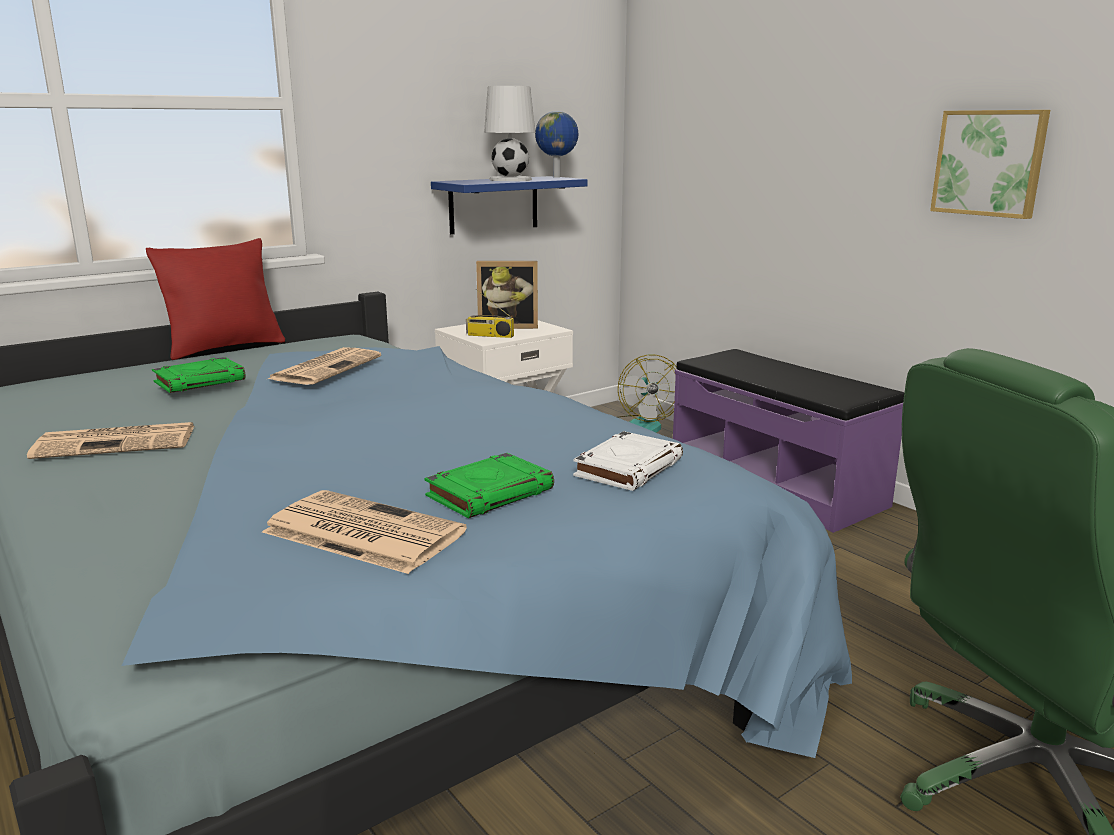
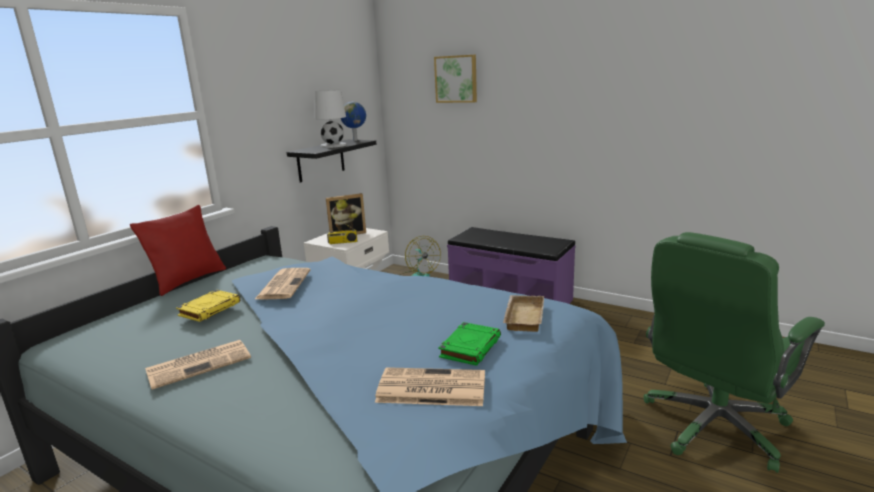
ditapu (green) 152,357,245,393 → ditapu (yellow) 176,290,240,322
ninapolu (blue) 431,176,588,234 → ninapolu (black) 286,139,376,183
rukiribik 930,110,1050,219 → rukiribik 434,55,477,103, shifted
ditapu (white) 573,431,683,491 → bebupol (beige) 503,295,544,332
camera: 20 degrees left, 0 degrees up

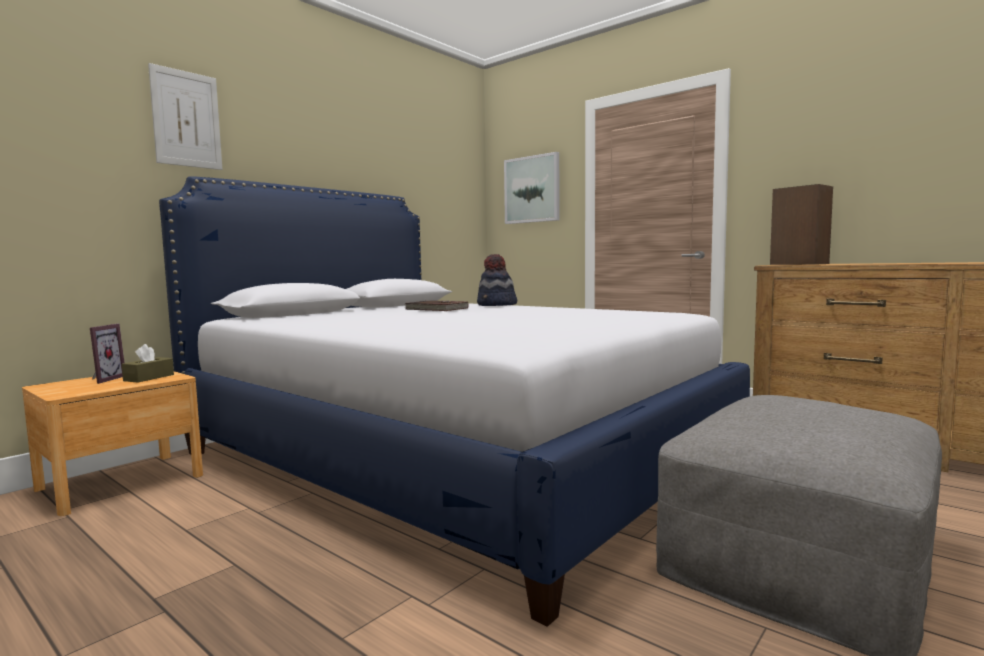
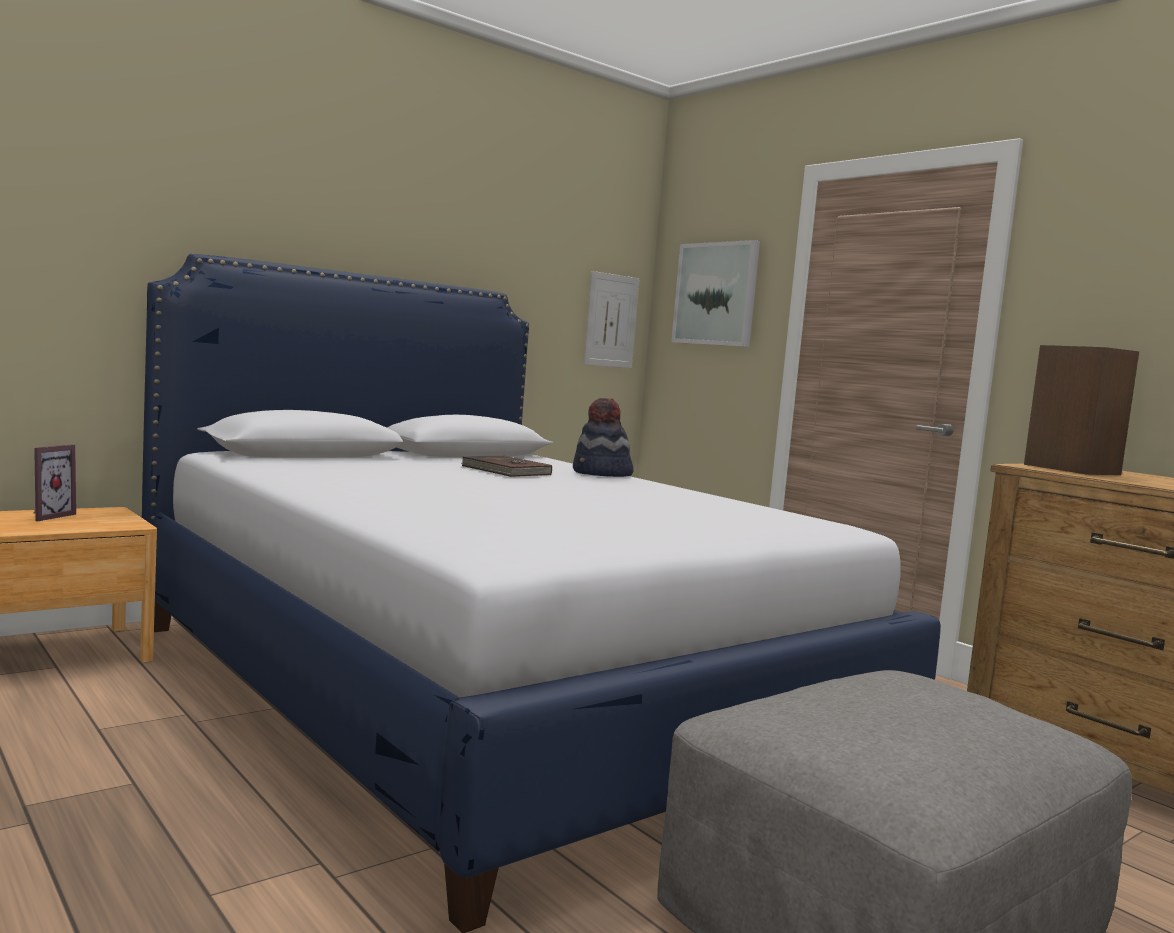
rukiribik 148,63,222,170 → rukiribik 584,271,639,368, shifted
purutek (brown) 122,344,174,382 → -
camera: 10 degrees right, 0 degrees up

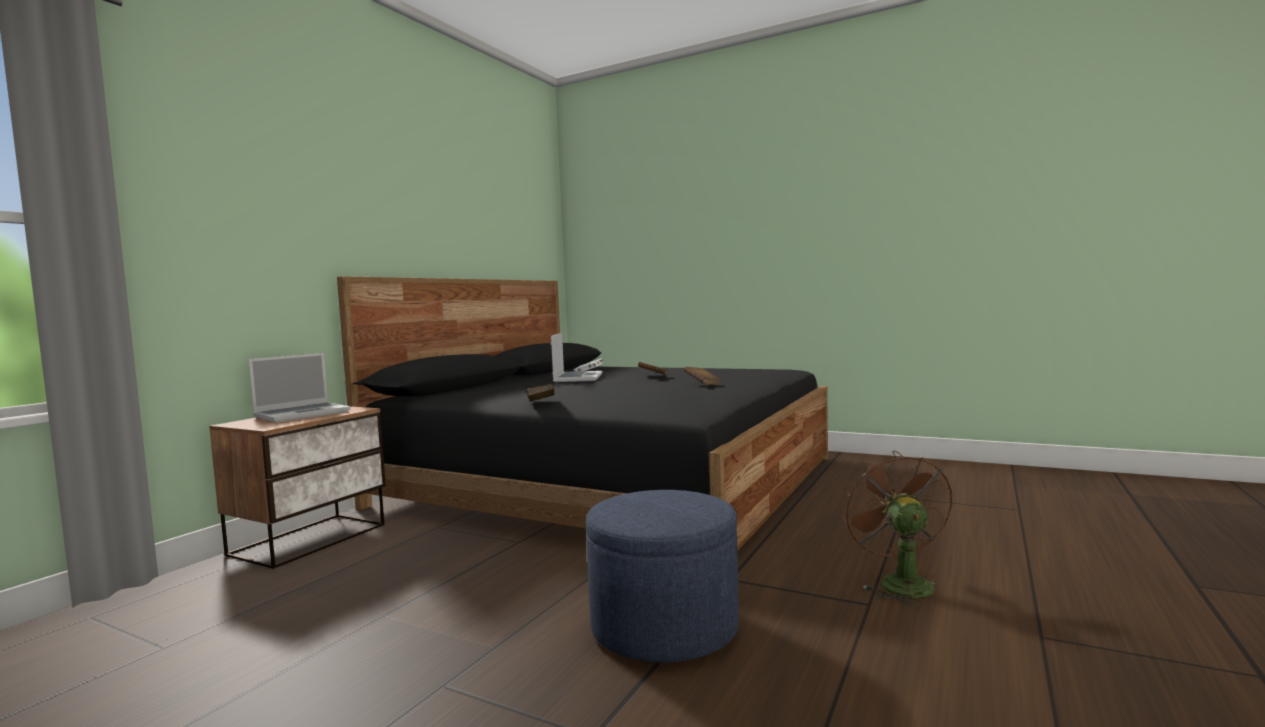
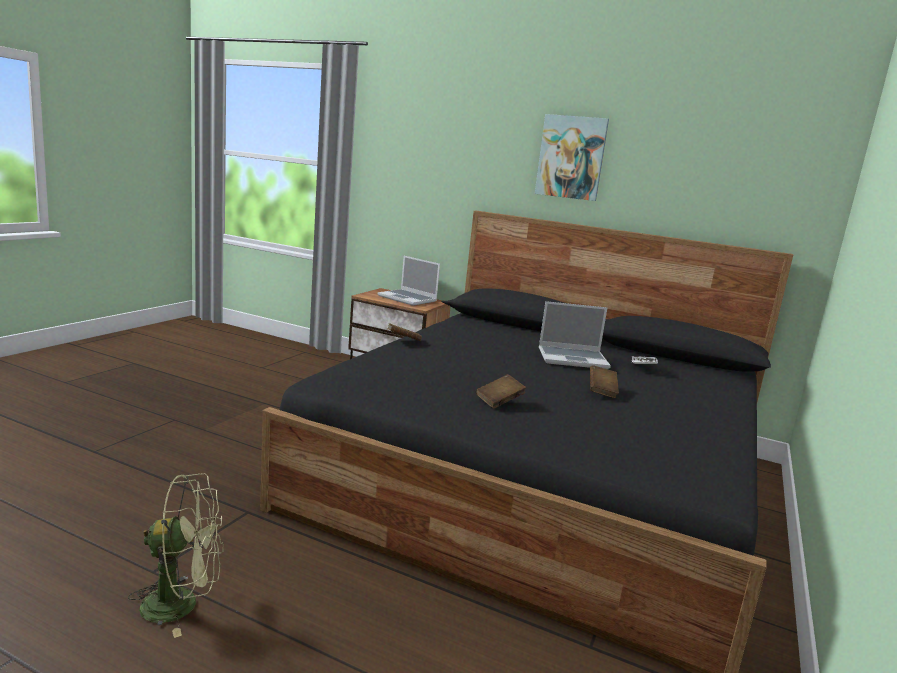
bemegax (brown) 841,450,952,606 → bemegax (green) 128,473,224,638
- → rukiribik 535,114,609,201
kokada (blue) 586,490,739,663 → -
camera: 85 degrees right, 10 degrees up

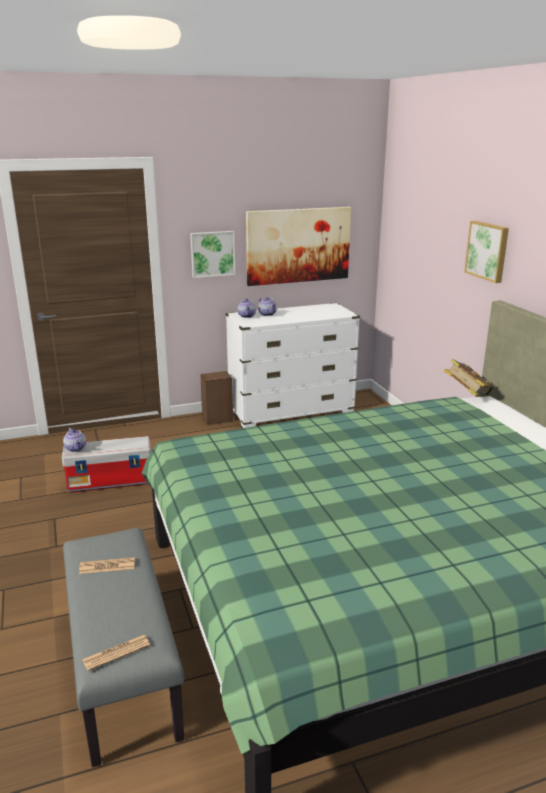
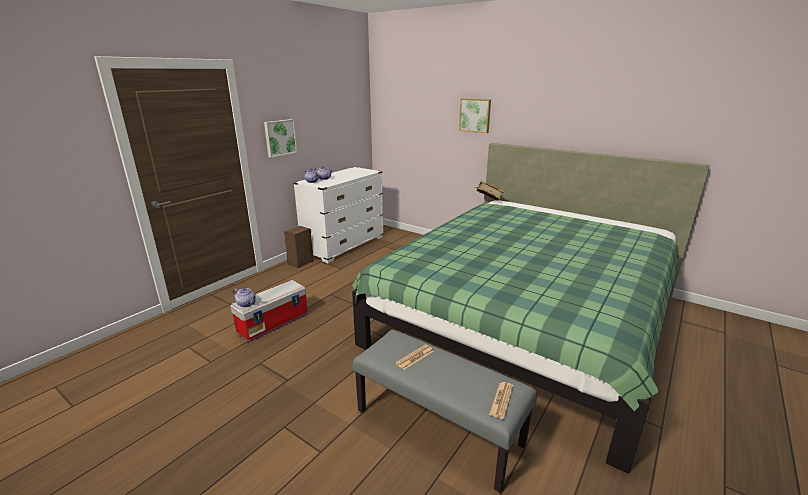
rukiribik 246,207,351,286 → -
camera: 35 degrees left, 0 degrees up

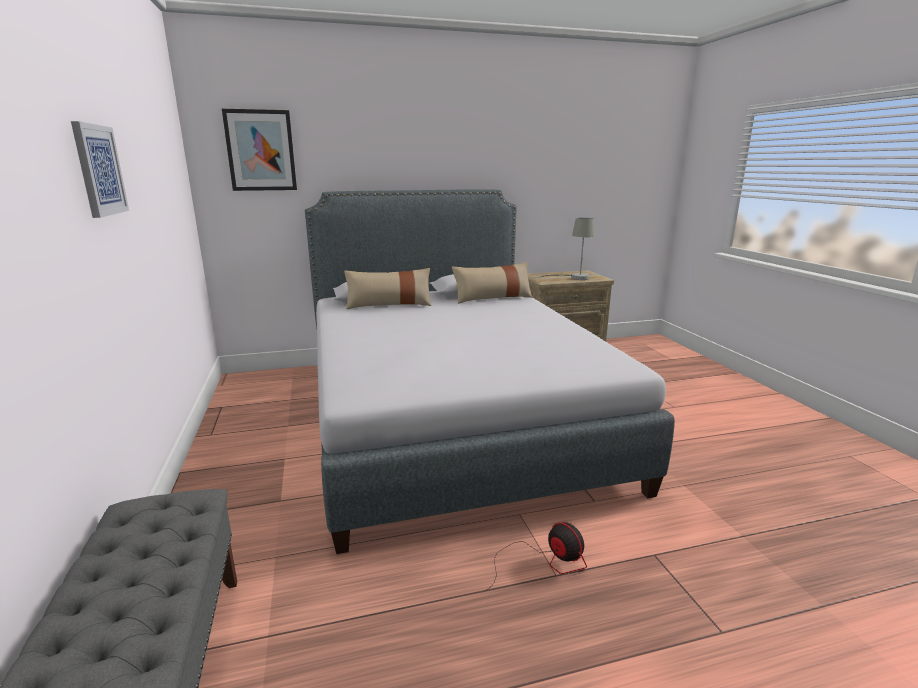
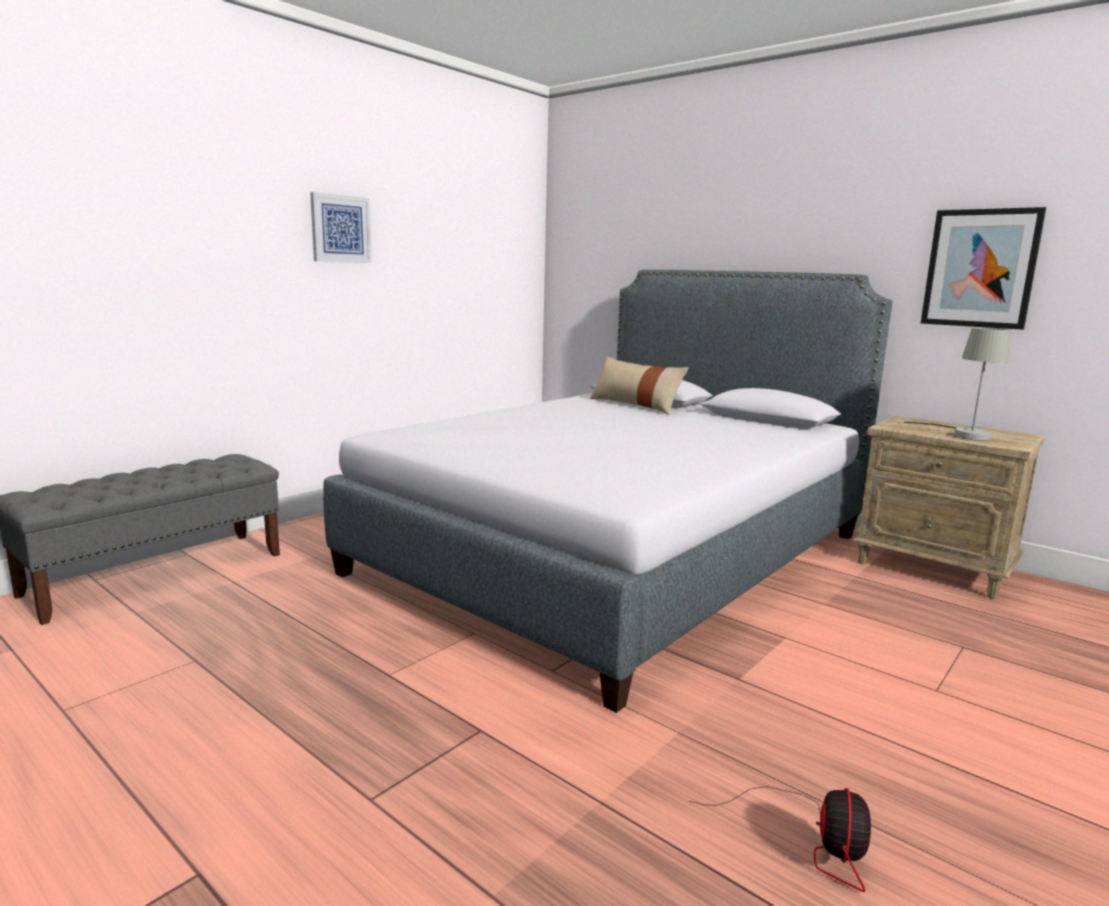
bemegax 482,522,587,593 → bemegax 689,786,871,892, shifted
rukiribik 222,109,297,191 → rukiribik 921,207,1046,330, shifted
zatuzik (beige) 452,262,533,304 → -
camera: 55 degrees right, 5 degrees down

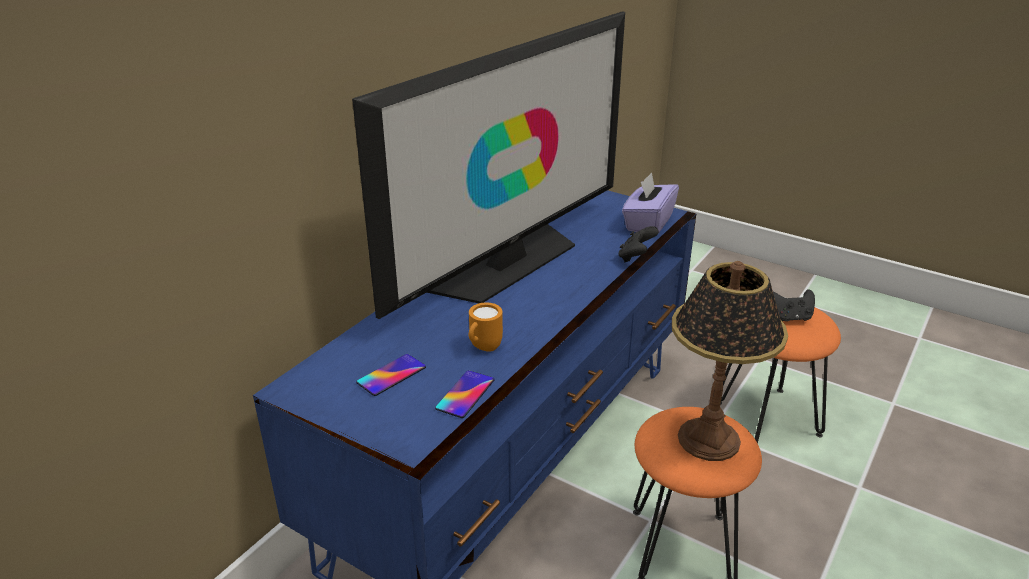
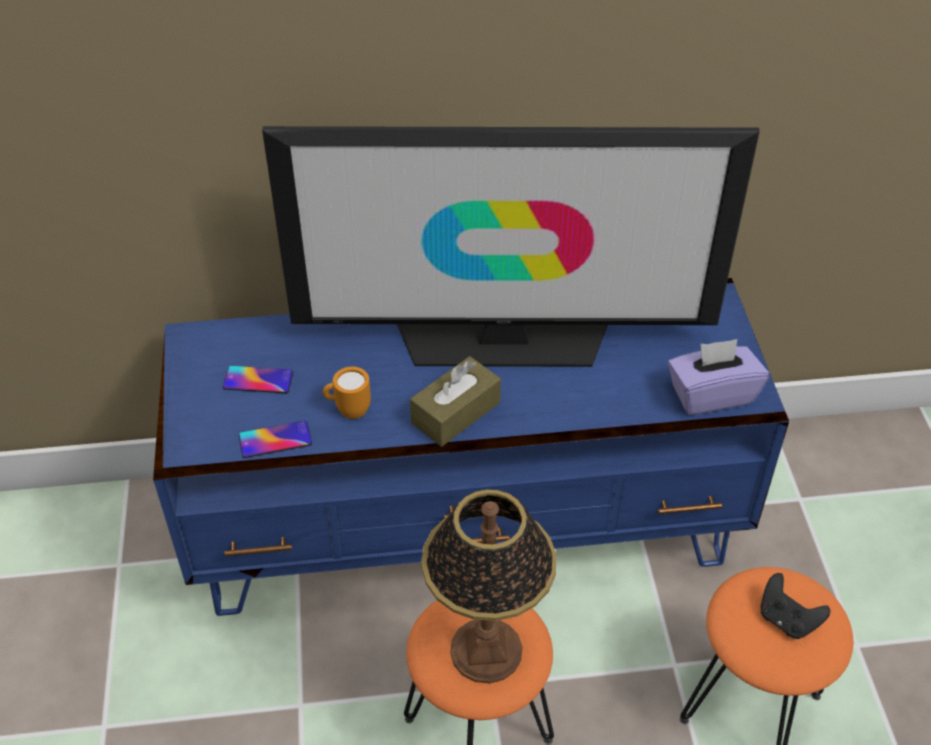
- → purutek (brown) 410,356,501,447
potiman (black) 618,226,658,262 → -
camera: 50 degrees right, 15 degrees up

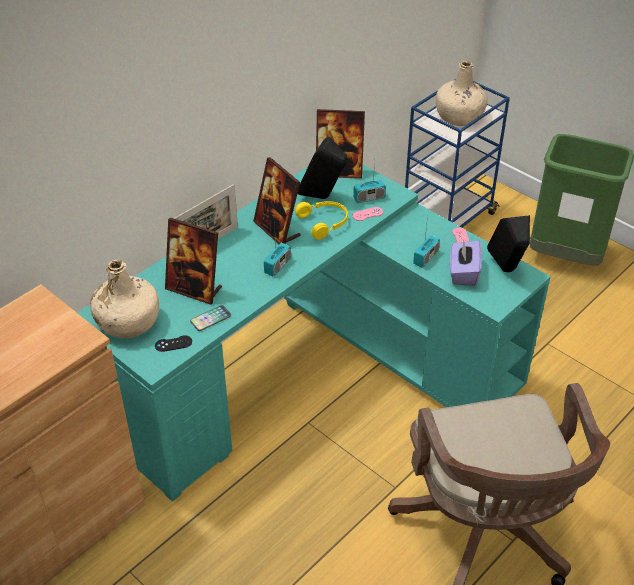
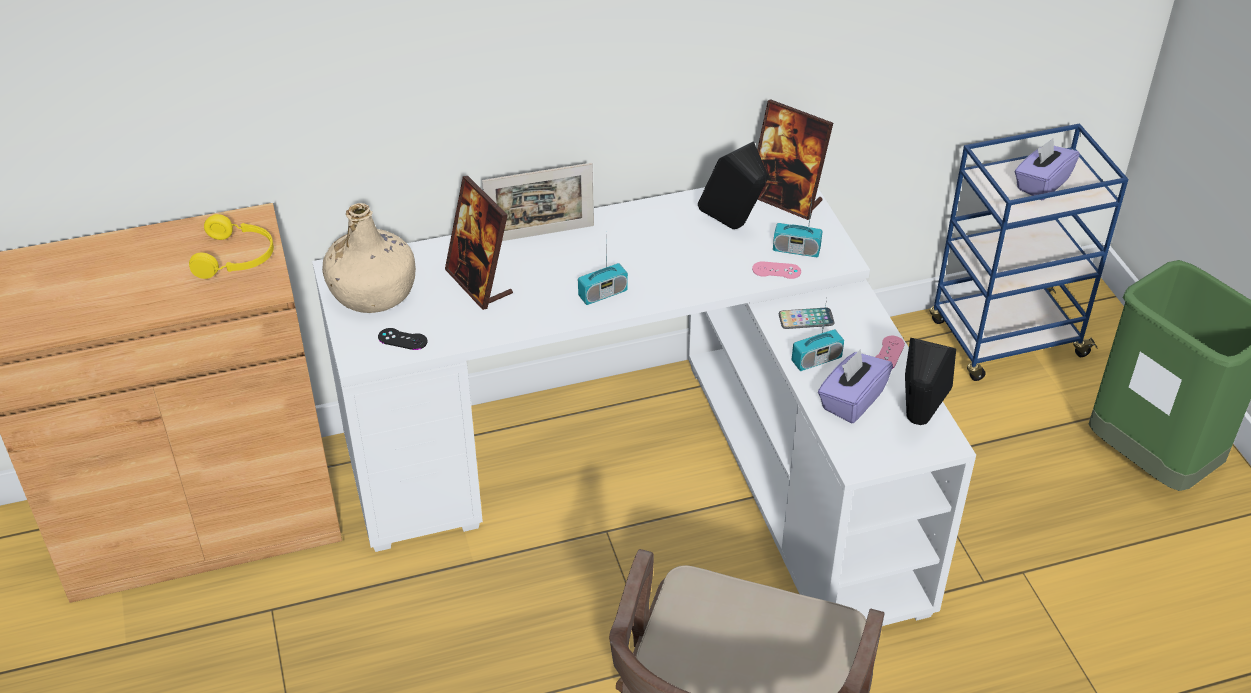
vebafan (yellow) 295,201,348,240 → vebafan (yellow) 189,214,274,279, shifted
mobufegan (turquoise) 77,165,551,502 → mobufegan (white) 312,187,976,626
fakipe 190,305,231,331 → fakipe 779,307,834,329, shifted
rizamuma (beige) 436,61,488,126 → purutek (purple) 1015,138,1080,200
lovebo 253,157,301,244 → -
camera: 30 degrees right, 0 degrees up

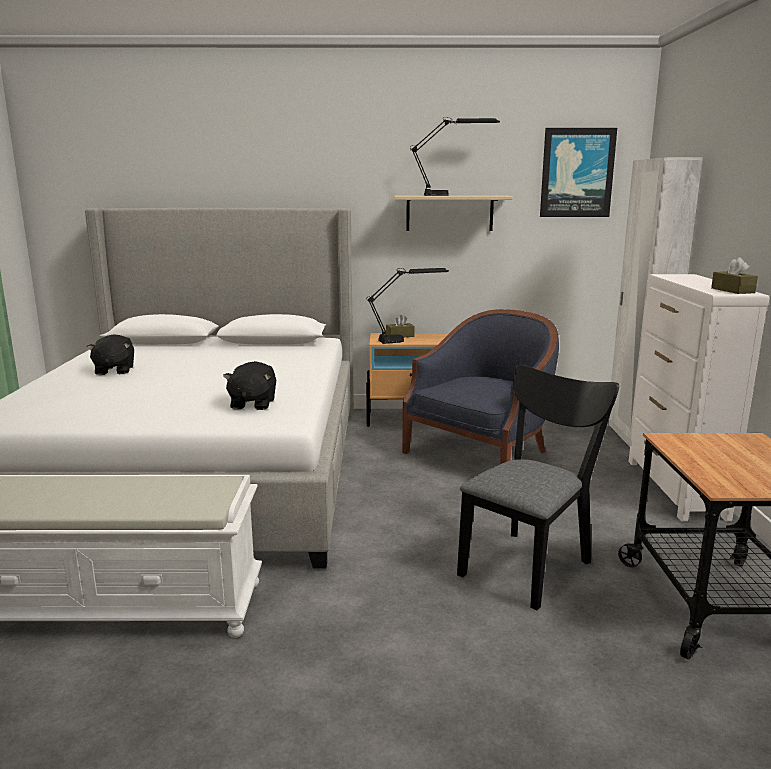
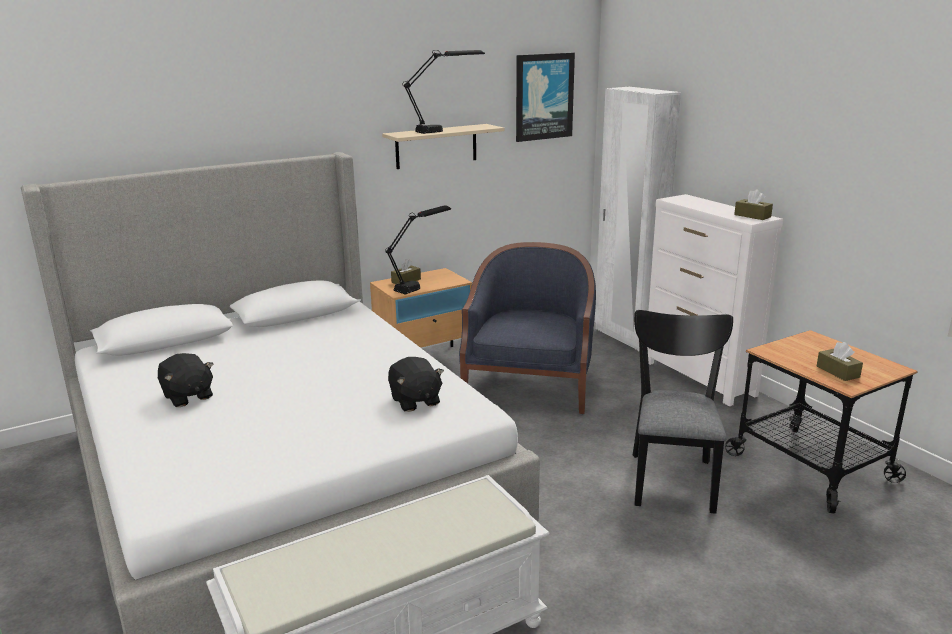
- → purutek (brown) 817,342,863,381
camera: 30 degrees left, 5 degrees up

